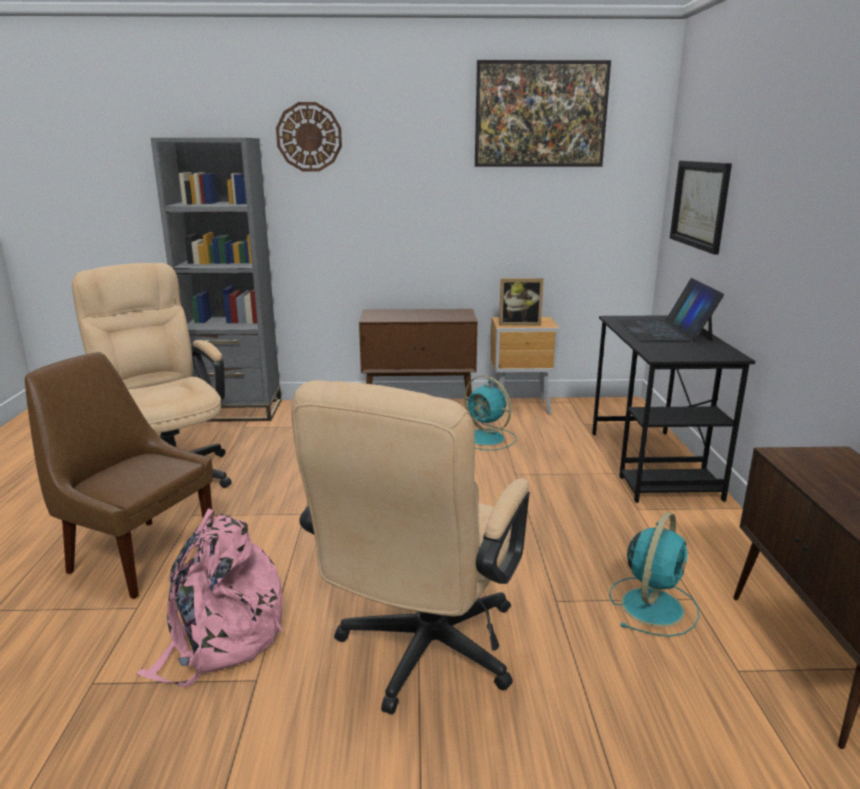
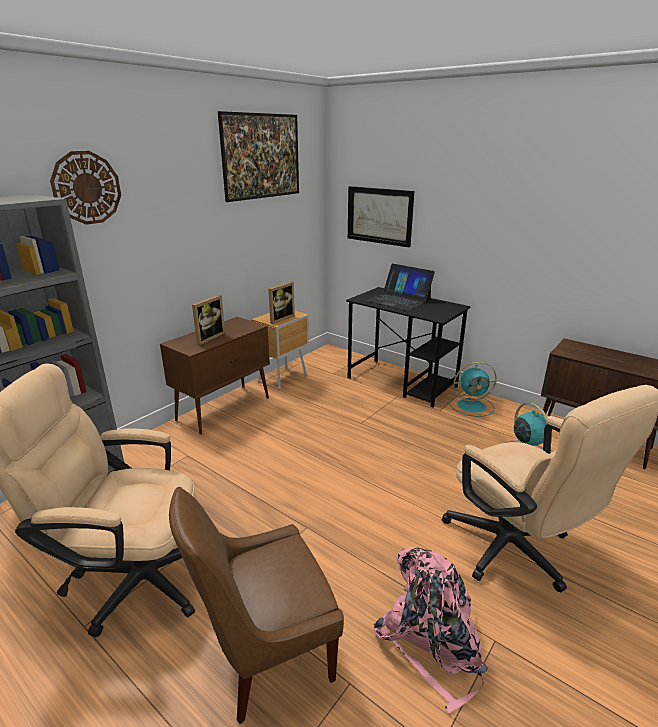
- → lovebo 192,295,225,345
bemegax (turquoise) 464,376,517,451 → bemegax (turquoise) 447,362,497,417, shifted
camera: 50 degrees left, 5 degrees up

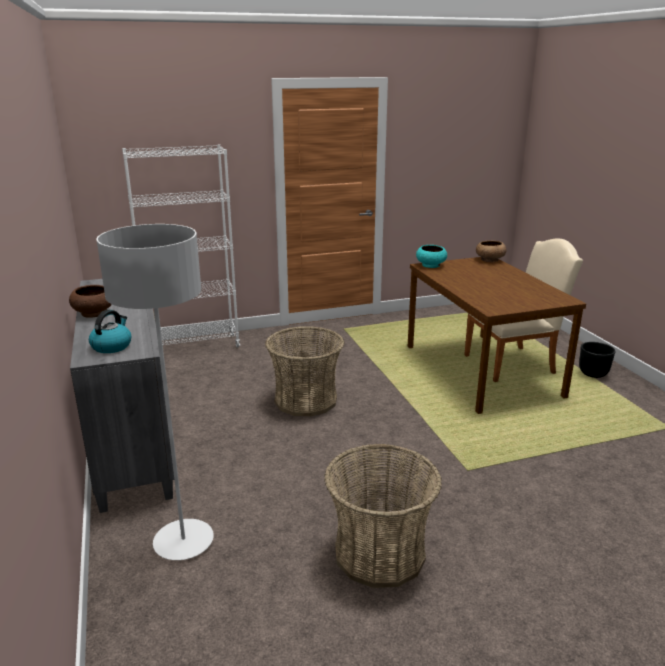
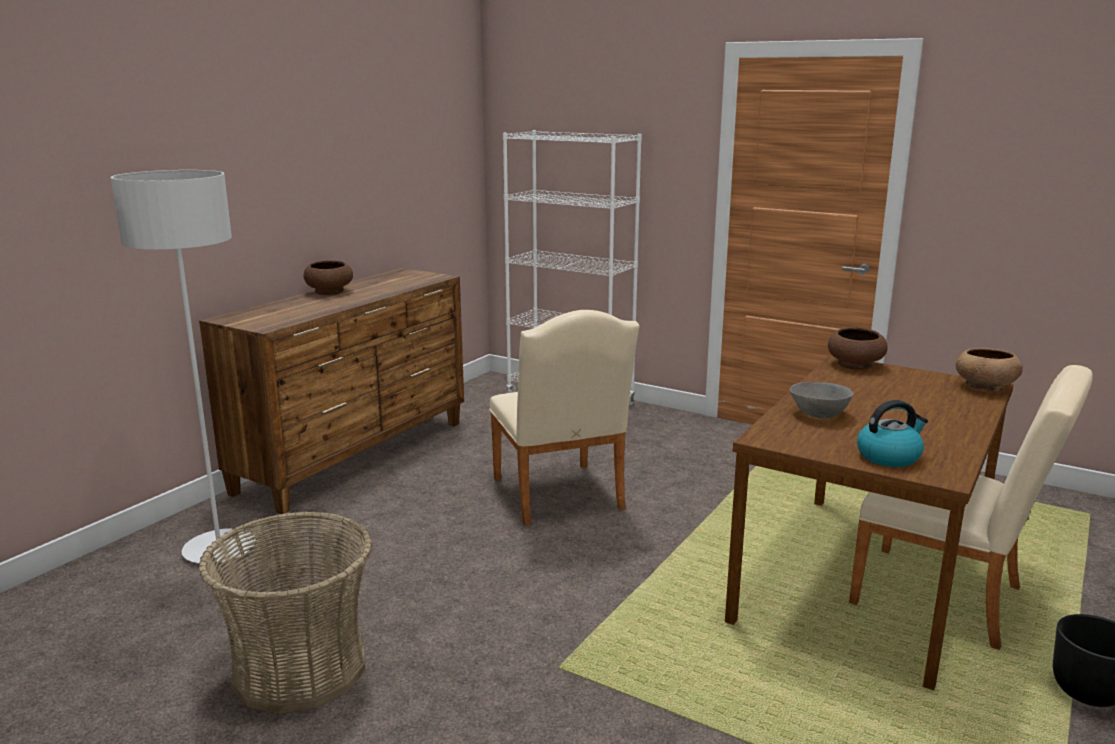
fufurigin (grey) 70,279,174,513 → fufurigin (brown) 199,268,464,514
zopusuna 265,326,344,416 → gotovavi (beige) 489,310,639,526
- → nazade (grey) 790,382,853,419
nazade (turquoise) 416,245,447,268 → nazade (brown) 828,327,888,370
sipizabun 89,310,131,353 → sipizabun 857,400,928,467, shifted
camera: 50 degrees right, 5 degrees down

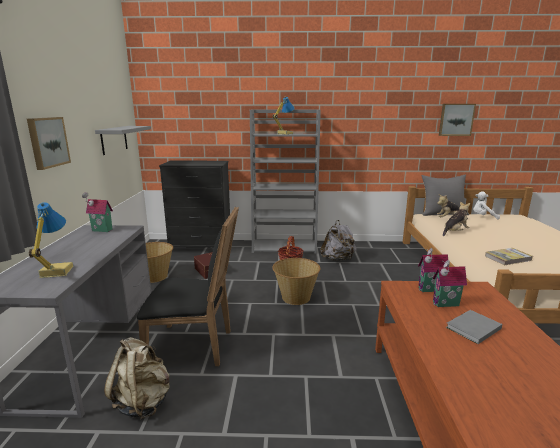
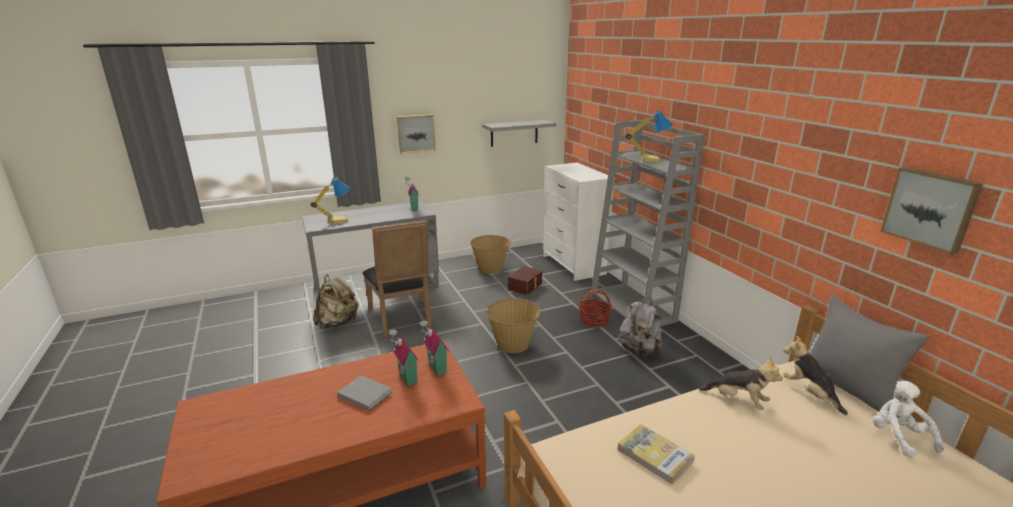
fufurigin (black) 159,160,230,248 → fufurigin (white) 543,162,615,281
camera: 65 degrees right, 5 degrees up

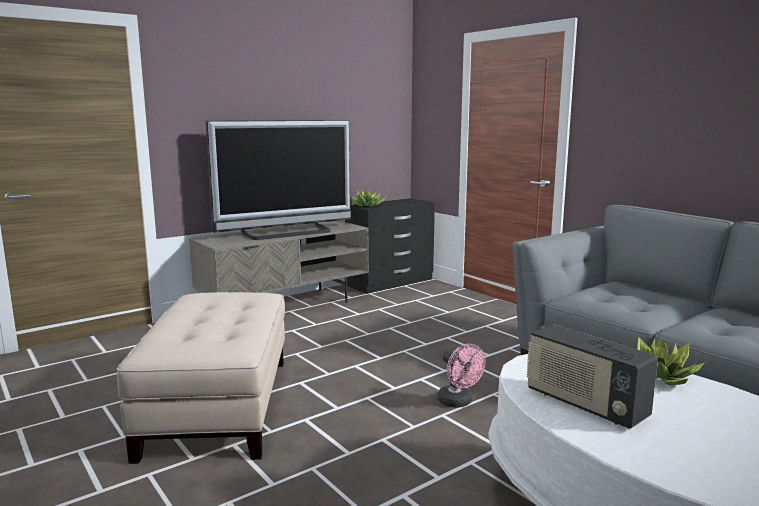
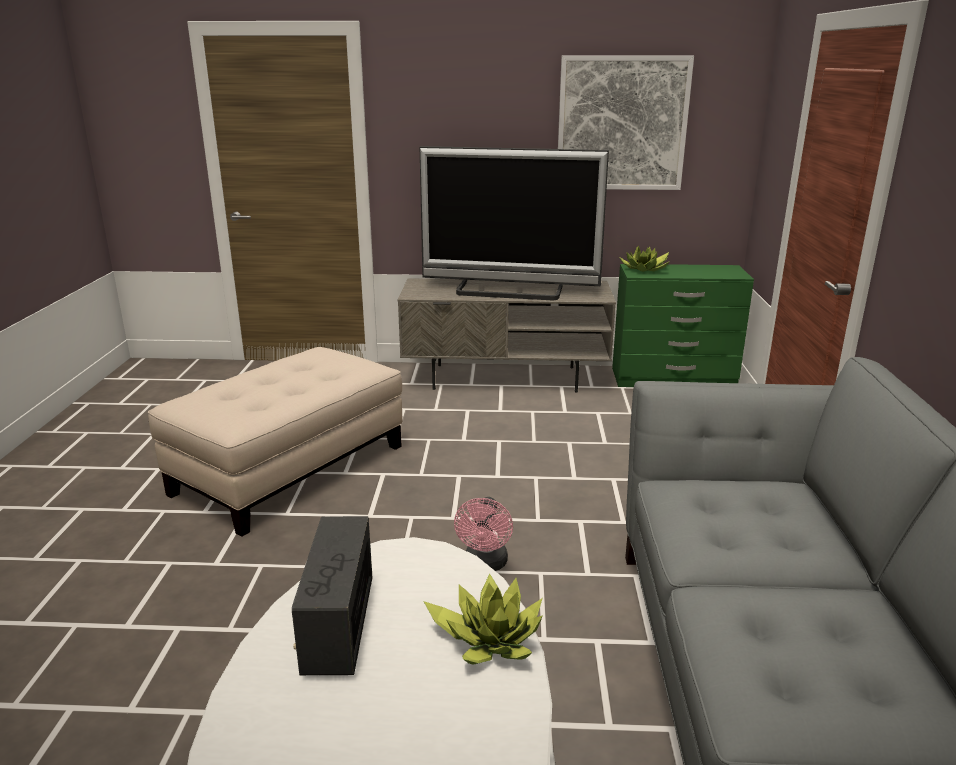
- → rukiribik 558,56,694,190
fufurigin (black) 345,198,435,294 → fufurigin (green) 612,264,754,387
camera: 40 degrees right, 10 degrees up

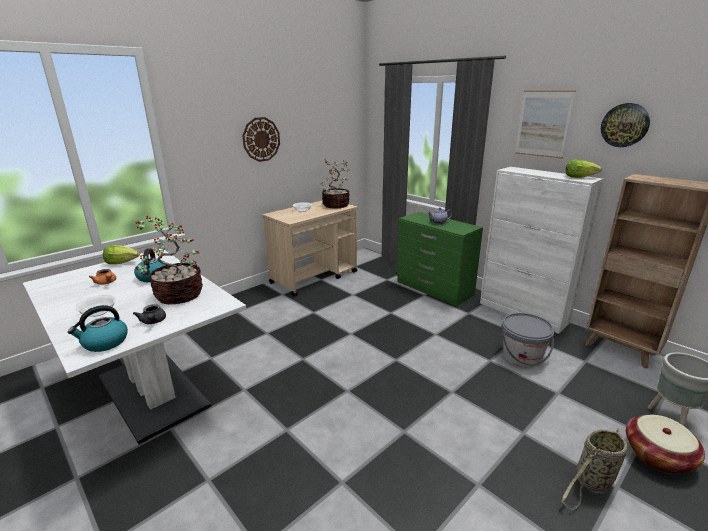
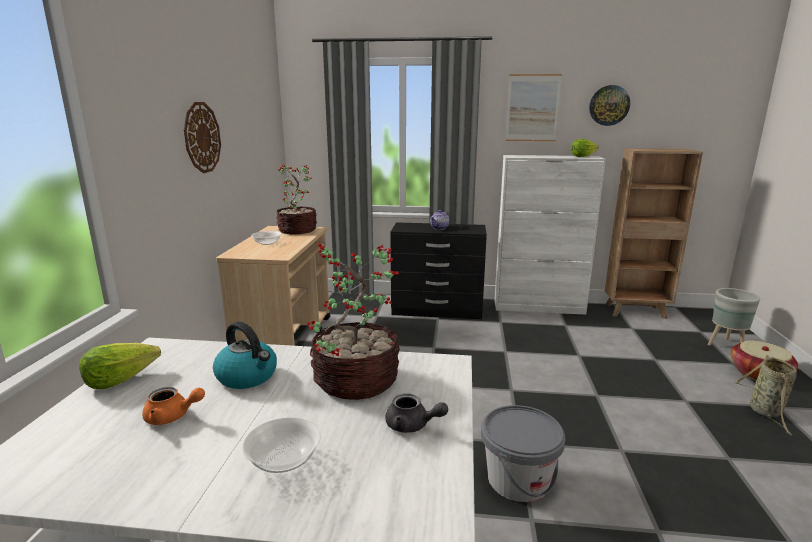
fufurigin (green) 397,212,483,306 → fufurigin (black) 390,222,487,319
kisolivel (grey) 501,313,555,368 → kisolivel (grey) 481,405,565,502, shifted
sipizabun 67,305,128,352 → -
camera: 40 degrees left, 5 degrees down

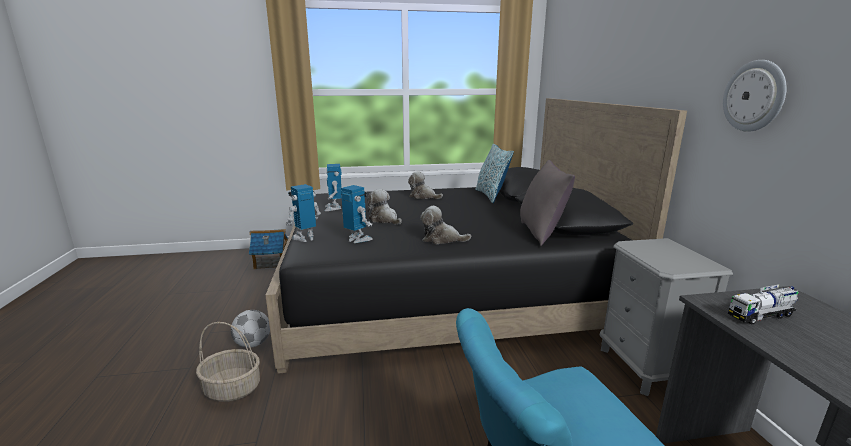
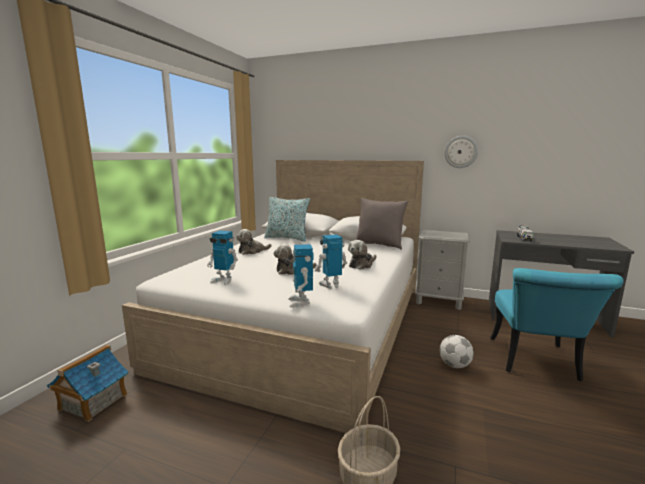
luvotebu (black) 265,98,687,374 → luvotebu (white) 122,160,424,433
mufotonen 231,310,270,348 → mufotonen 439,335,474,368, shifted
camera: 60 degrees left, 5 degrees down

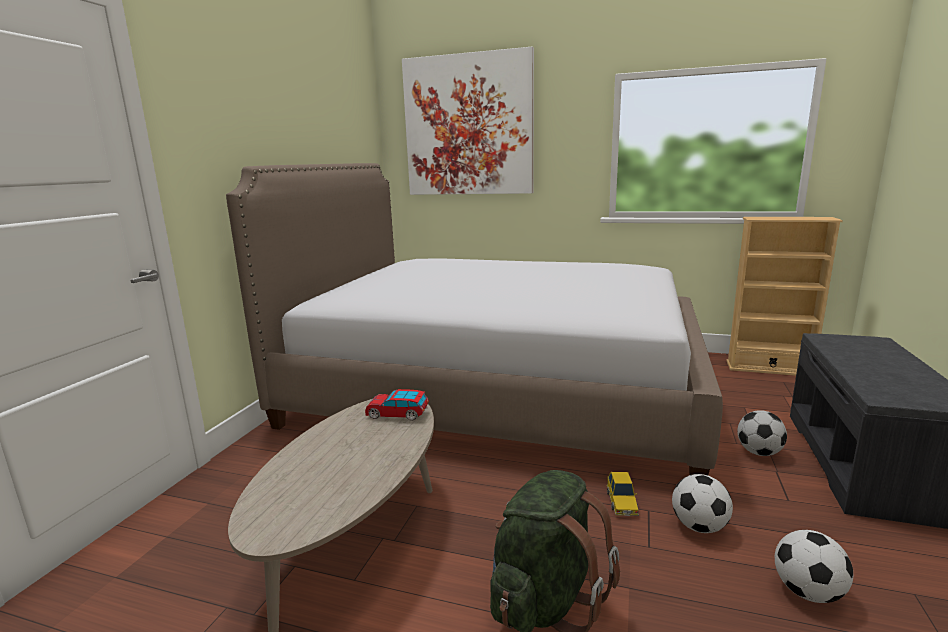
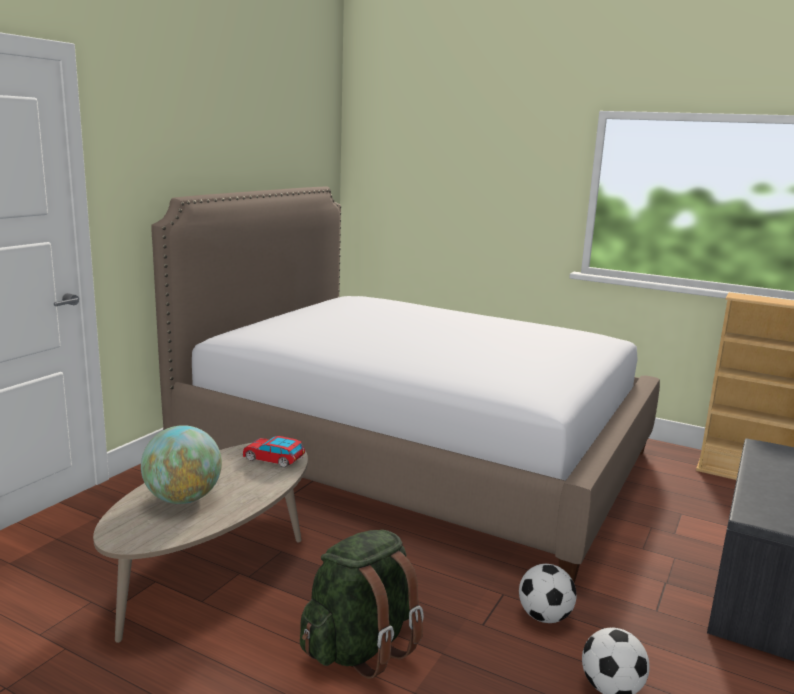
- → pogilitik 141,425,222,504
rukiribik 402,47,534,195 → -
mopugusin 607,472,639,516 → -
mufotonen 737,410,787,456 → -
camera: 10 degrees right, 0 degrees up

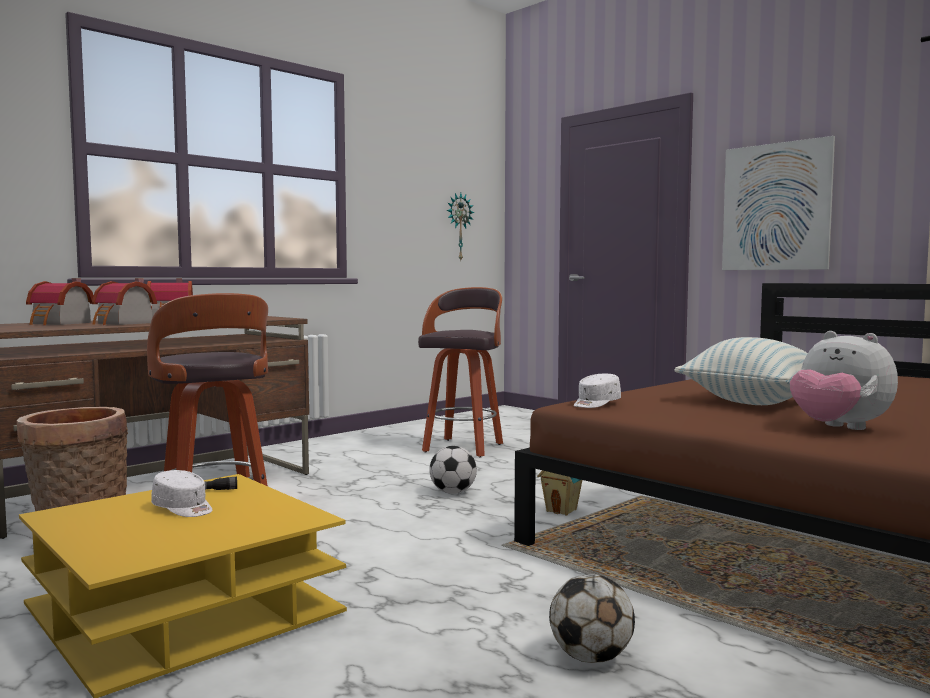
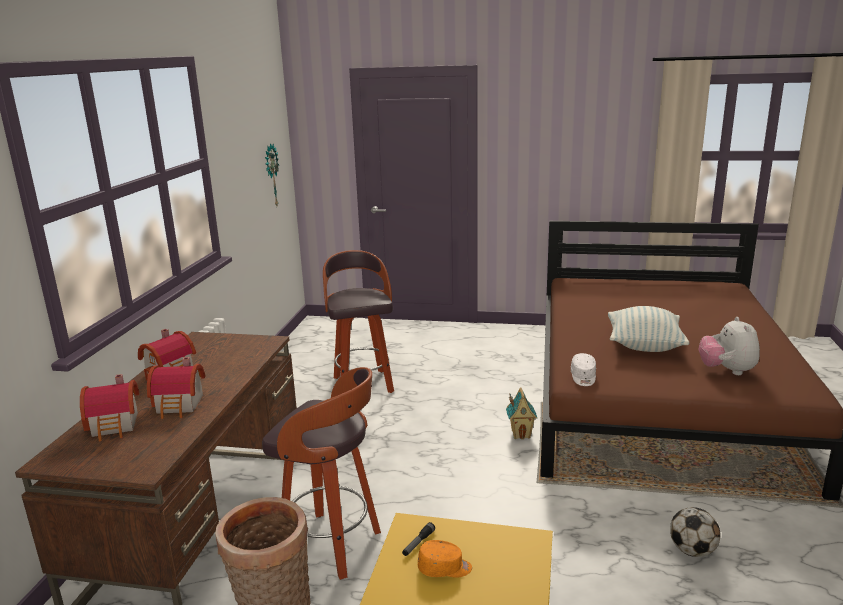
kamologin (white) 151,470,212,517 → kamologin (orange) 418,540,472,578
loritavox 790,331,898,430 → loritavox 698,317,760,375, 75 degrees clockwise
mufotonen 429,446,477,494 → -
rukiribik 722,136,835,270 → -
camera: 35 degrees left, 15 degrees up

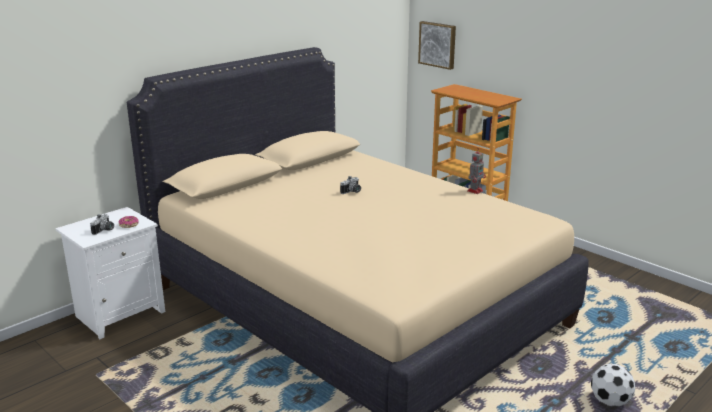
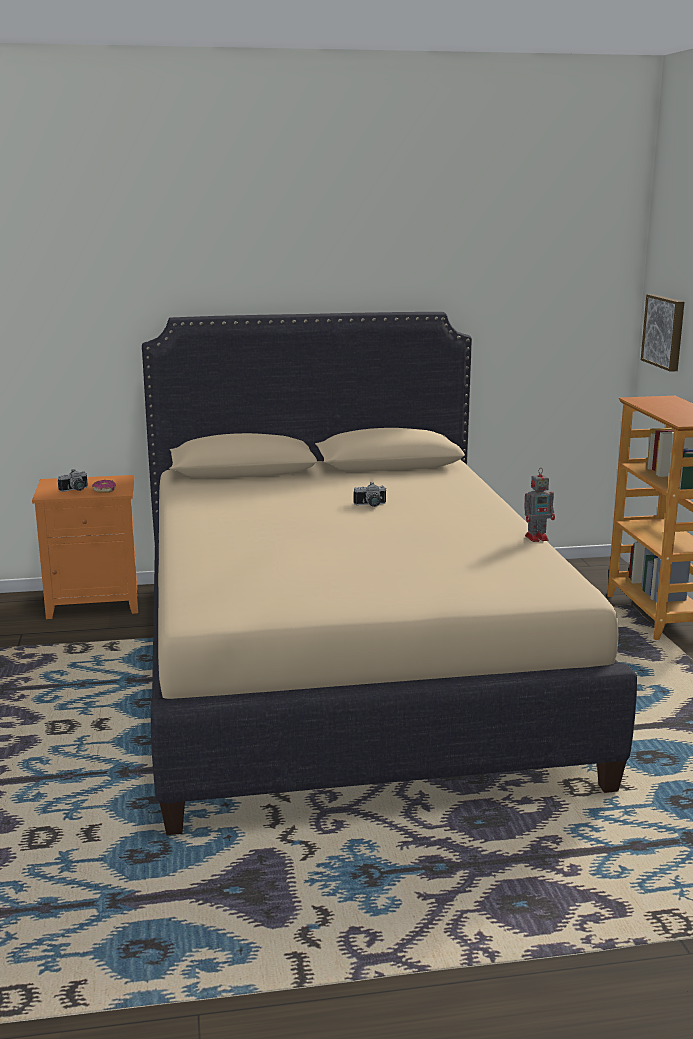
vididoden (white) 56,207,165,339 → vididoden (orange) 32,475,138,619
mufotonen 591,364,635,407 → -
camera: 35 degrees right, 5 degrees down

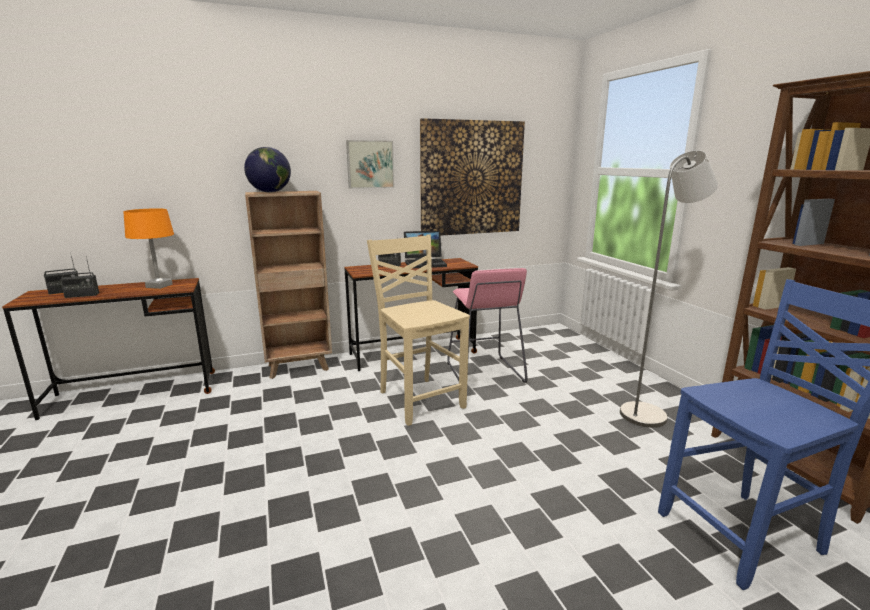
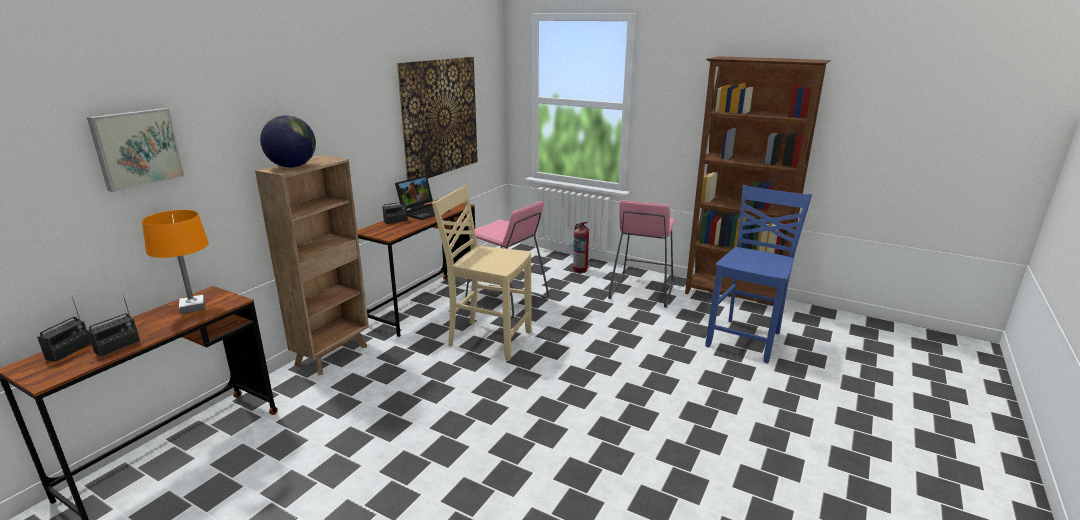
rukiribik 346,140,394,189 → rukiribik 87,108,185,192, shifted
- → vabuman 573,222,589,273
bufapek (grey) 620,150,718,428 → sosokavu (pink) 608,200,675,308
camera: 40 degrees left, 5 degrees up

